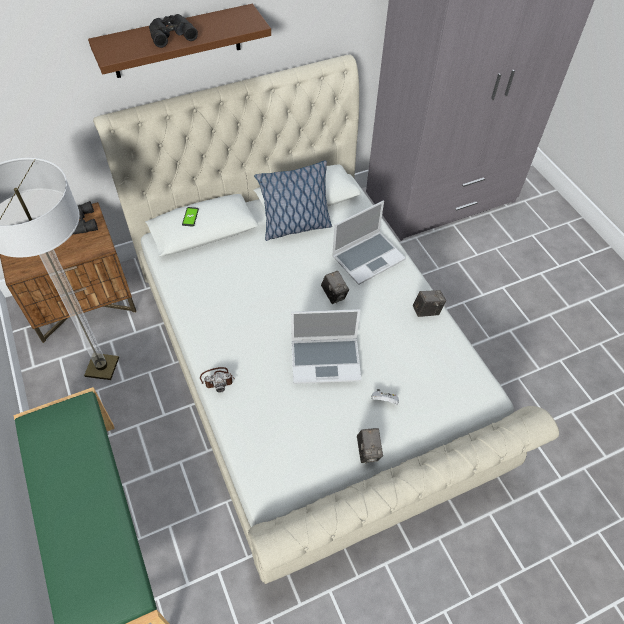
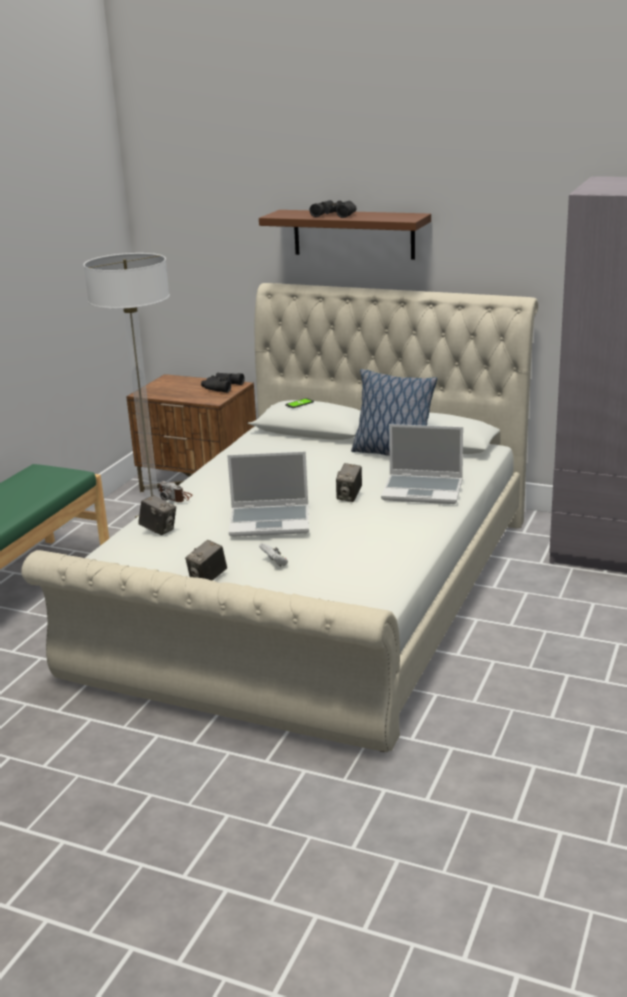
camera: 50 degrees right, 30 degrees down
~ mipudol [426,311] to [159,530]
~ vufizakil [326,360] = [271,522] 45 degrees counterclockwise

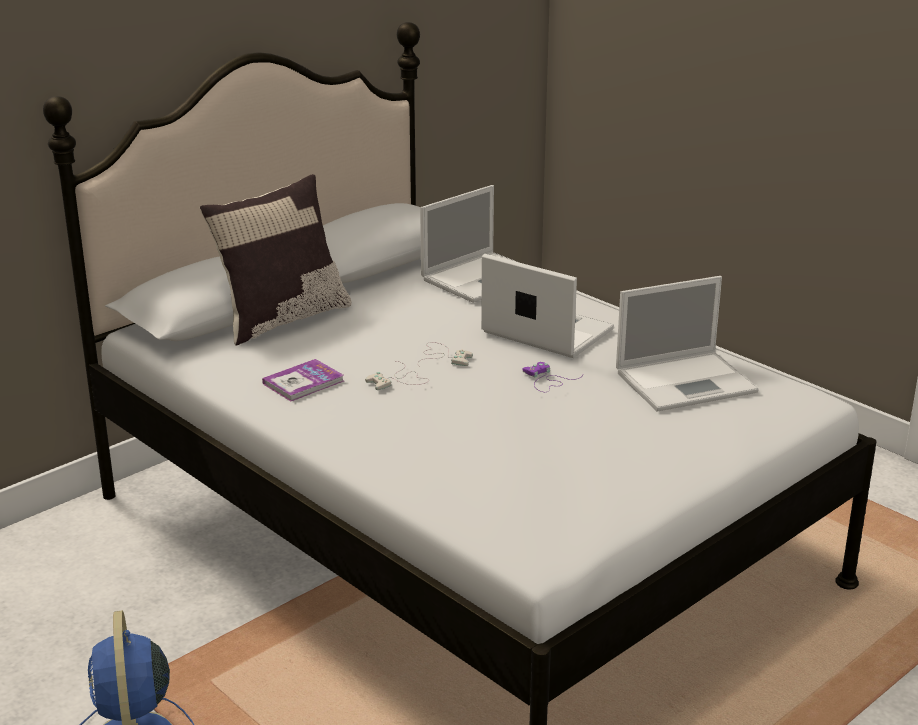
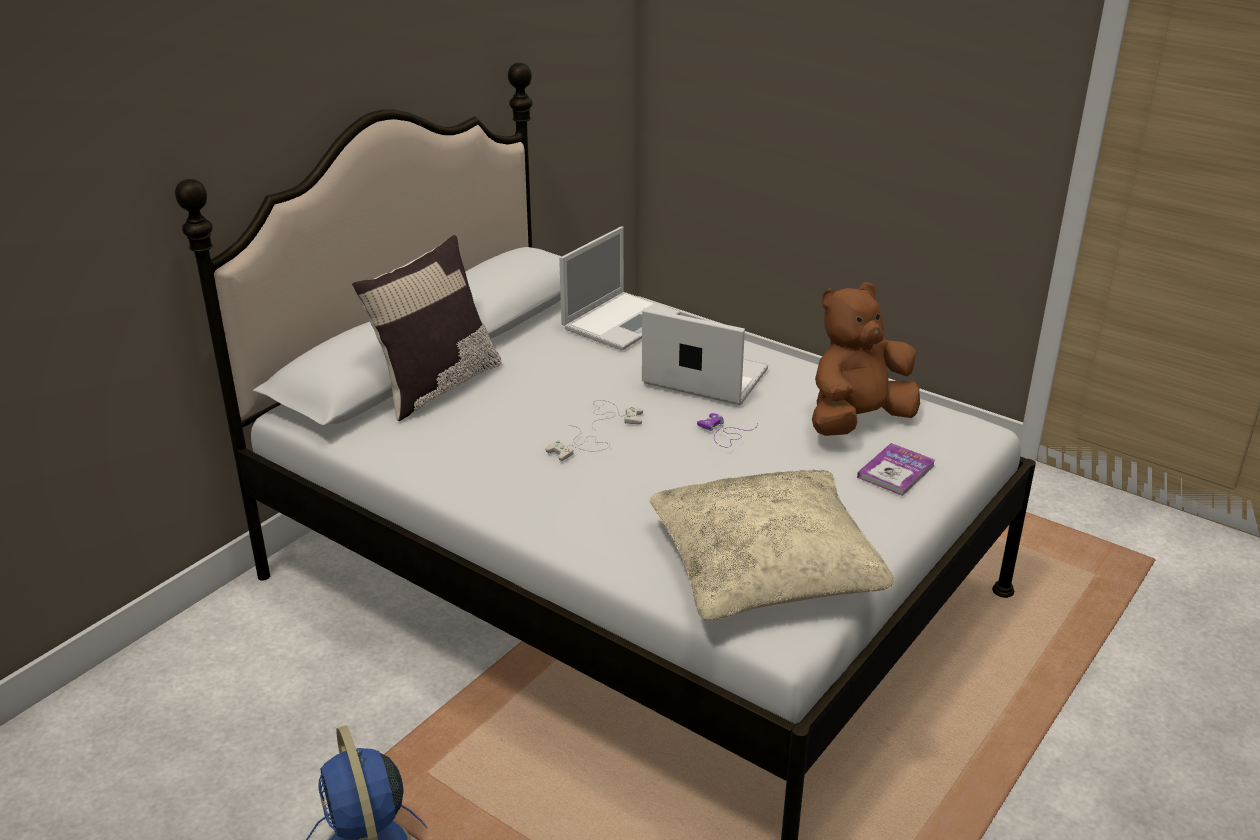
camera: 10 degrees left, 5 degrees up
~ vufizakil [687,381] to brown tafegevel [857,421]
~ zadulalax [303,382] to [896,471]
+ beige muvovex [768,565]

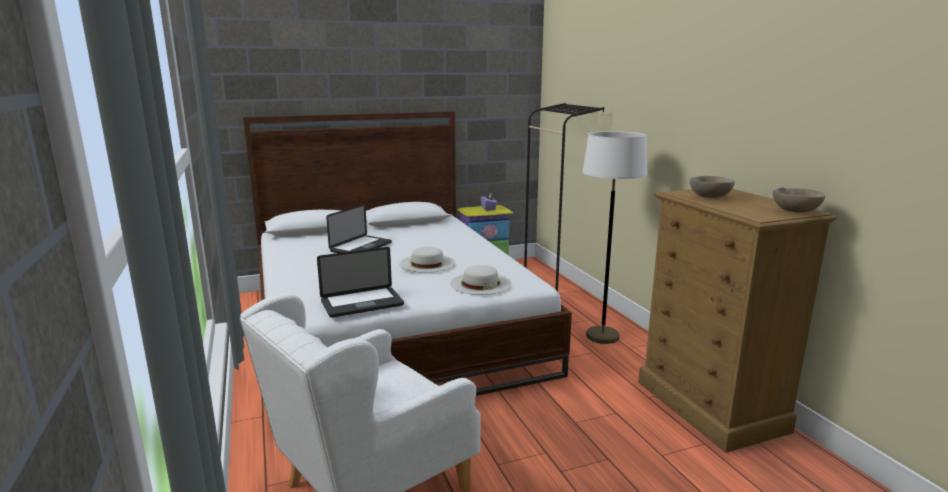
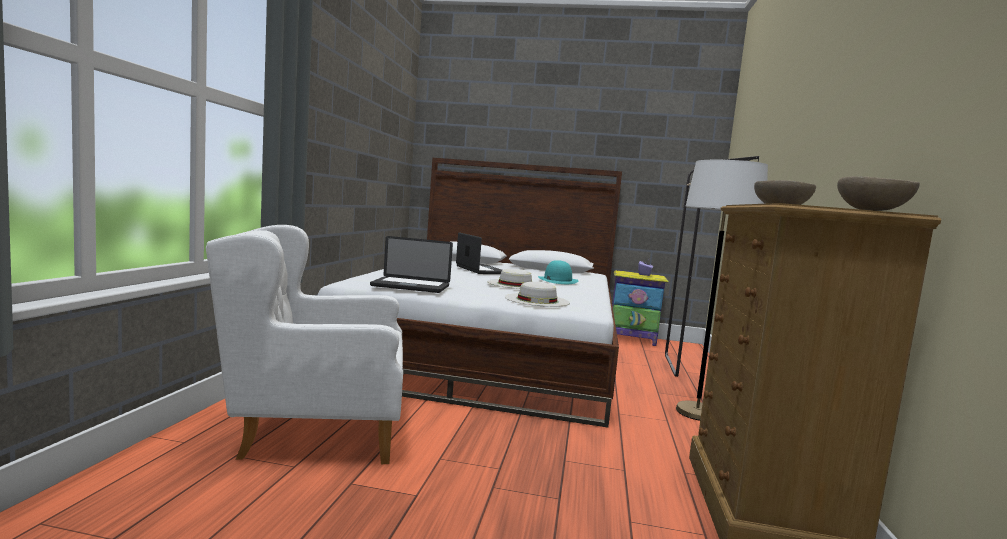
camera: 30 degrees right, 10 degrees down
~ vufizakil [361,247] = [480,270] 90 degrees counterclockwise
+ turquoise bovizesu [557,280]

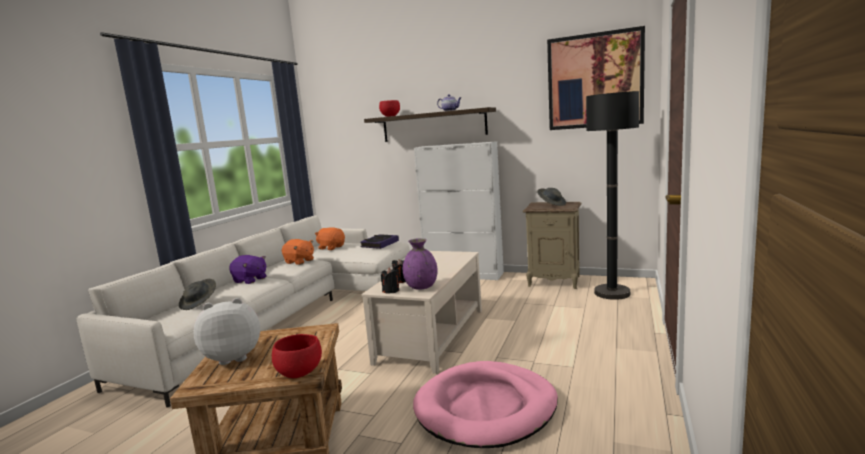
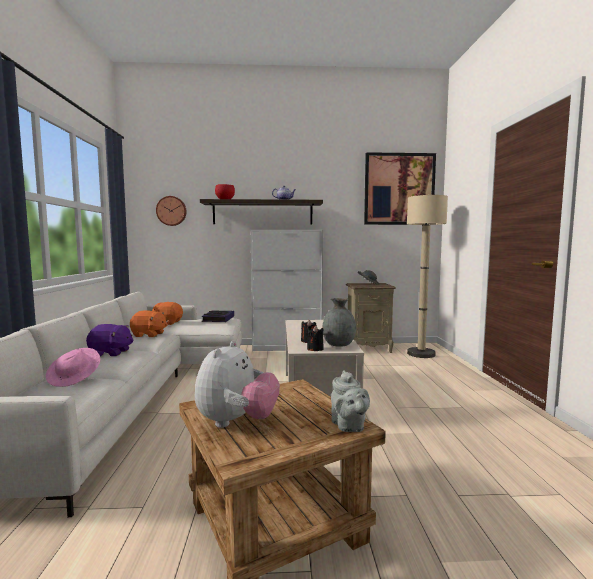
camera: 25 degrees left, 5 degrees down
~ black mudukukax [612,293] to beige mudukukax [421,354]
~ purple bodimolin [421,287] to grey bodimolin [339,345]
~ grey bovizesu [199,303] to pink bovizesu [75,378]
~ tafegevel [234,357] = [237,422] 150 degrees clockwise
~ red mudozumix [300,373] to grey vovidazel [349,426]
- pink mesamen [486,408]
+ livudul [171,211]

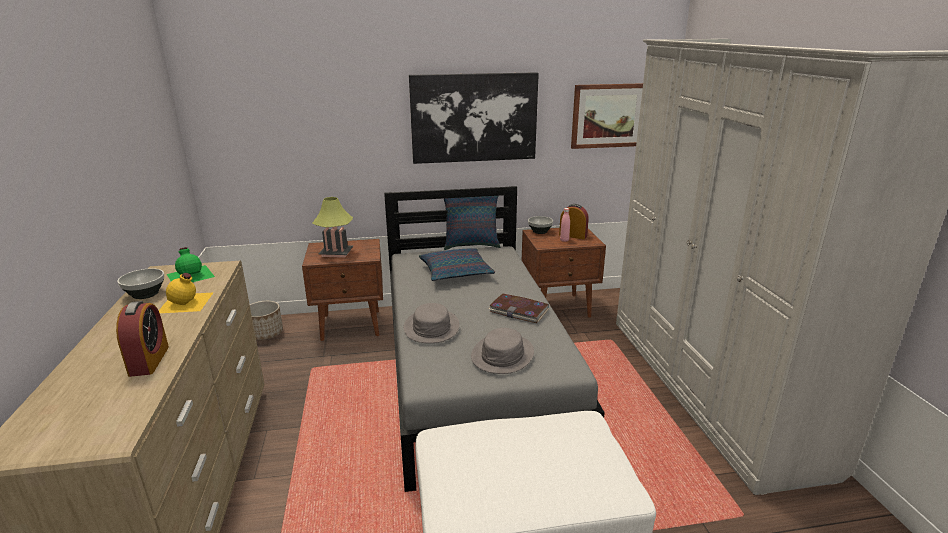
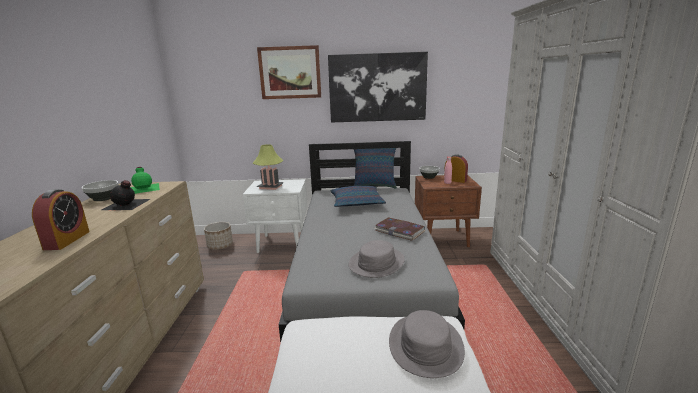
camera: 10 degrees right, 5 degrees down
~ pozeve [608,116] to [290,72]
~ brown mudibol [352,325] to white mudibol [282,243]
~ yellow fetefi [186,302] to black fetefi [126,204]
~ grey bovizesu [431,327] to [425,345]

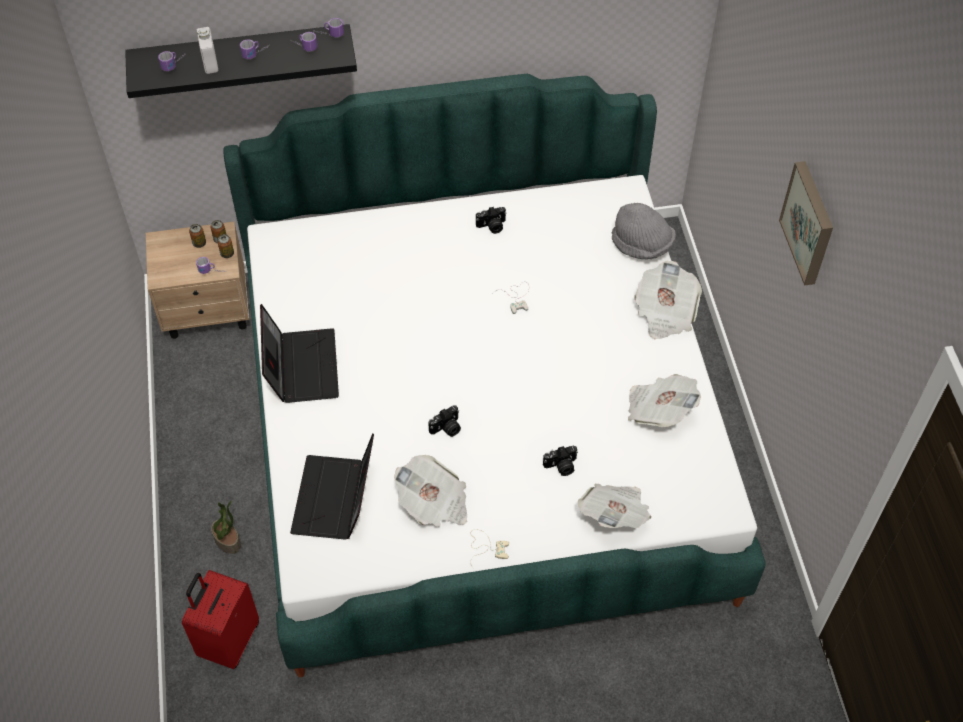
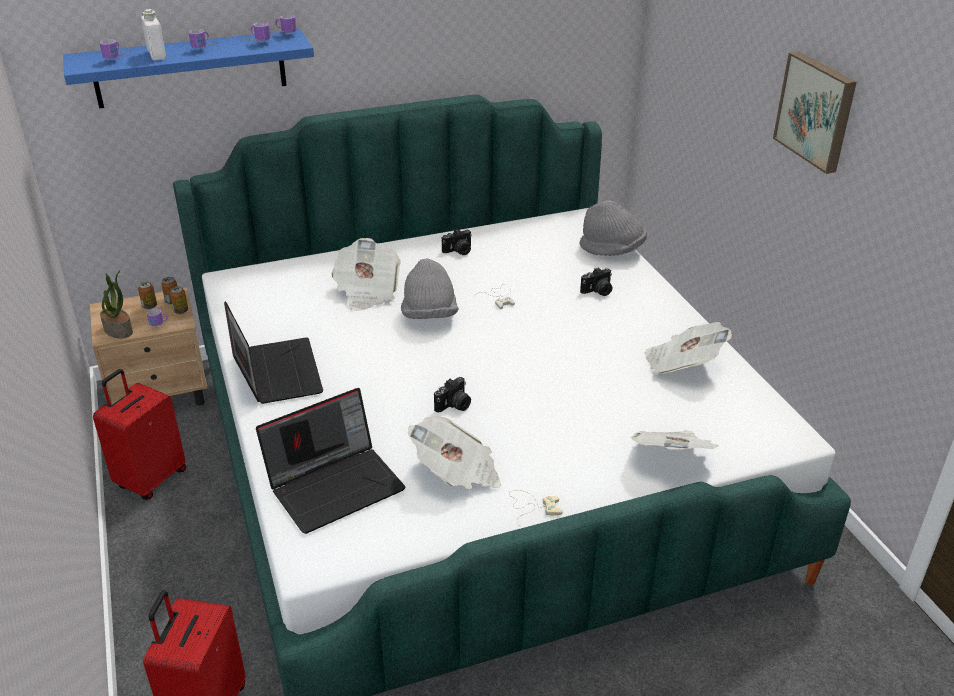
camera: 10 degrees left, 20 degrees down
~ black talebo [242,57] to blue talebo [190,69]
~ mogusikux [665,313] to [367,291]
~ vufizakil [336,500] = [336,484] 120 degrees counterclockwise
~ mipudol [561,466] to [598,291]
~ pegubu [228,540] to [119,330]
+ grey bovizesu [429,315]
+ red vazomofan [150,479]

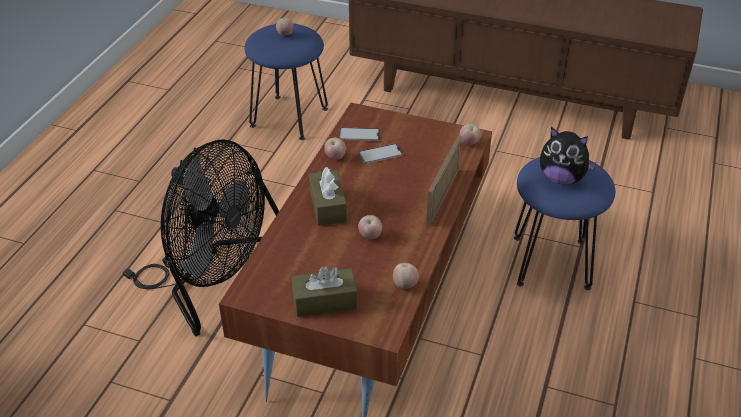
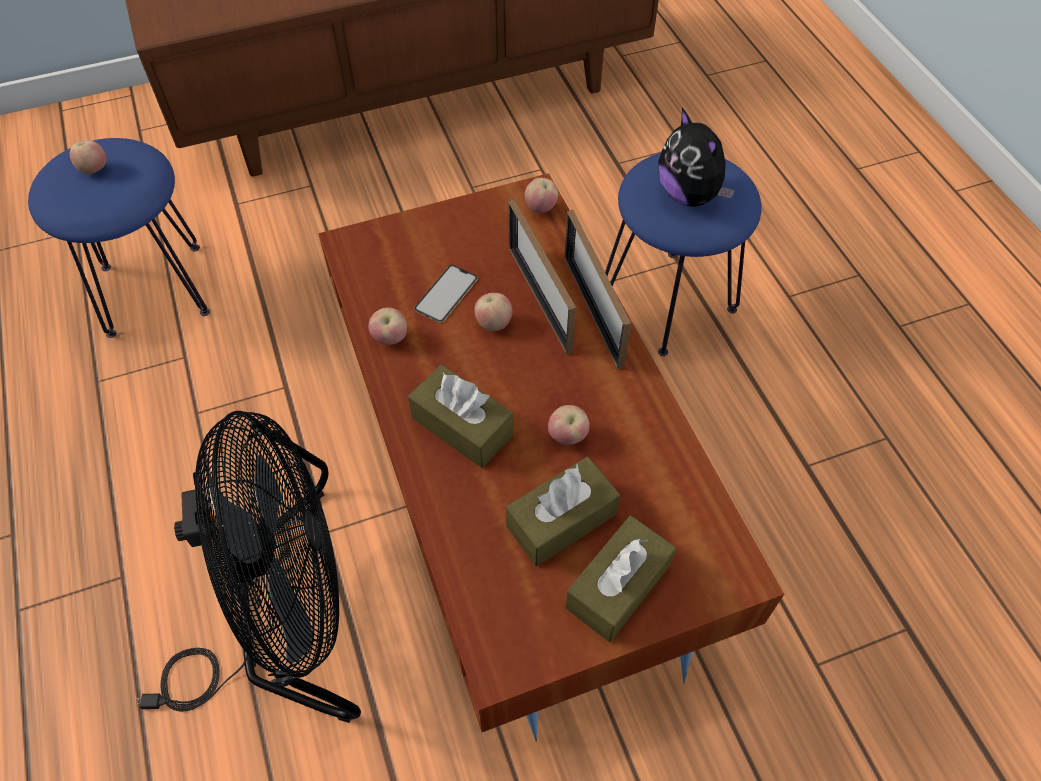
camera: 40 degrees left, 15 degrees up
- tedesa [359,134]
~ tafegevel [561,178] = [689,195] 75 degrees clockwise
~ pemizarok [405,285] to [494,324]
+ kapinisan [539,298]
+ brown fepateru [561,520]

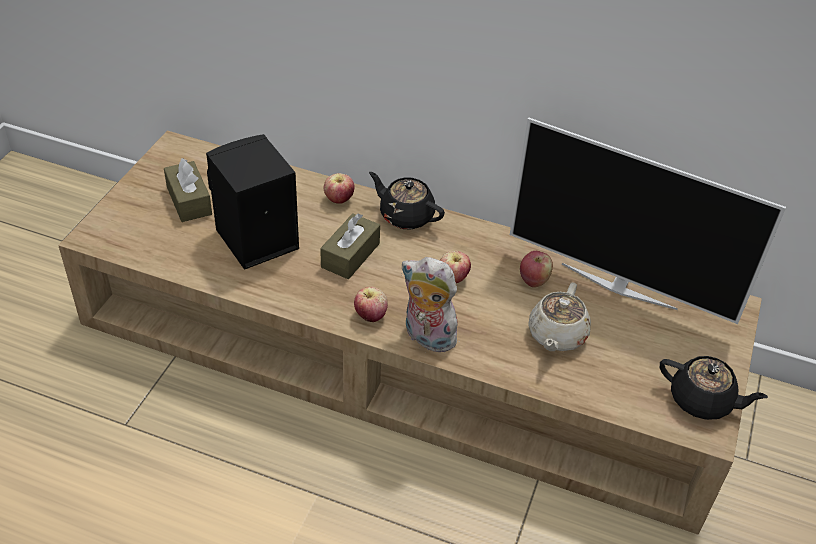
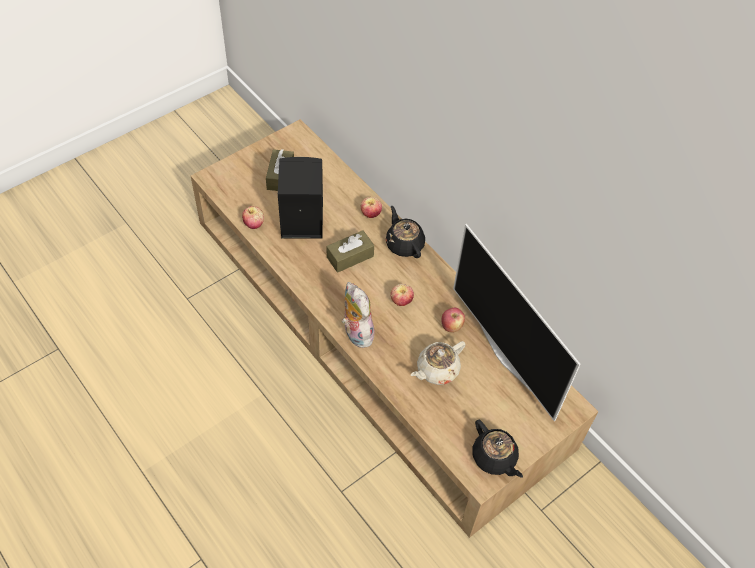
camera: 30 degrees right, 10 degrees up
~ pemizarok [370,316] to [254,224]

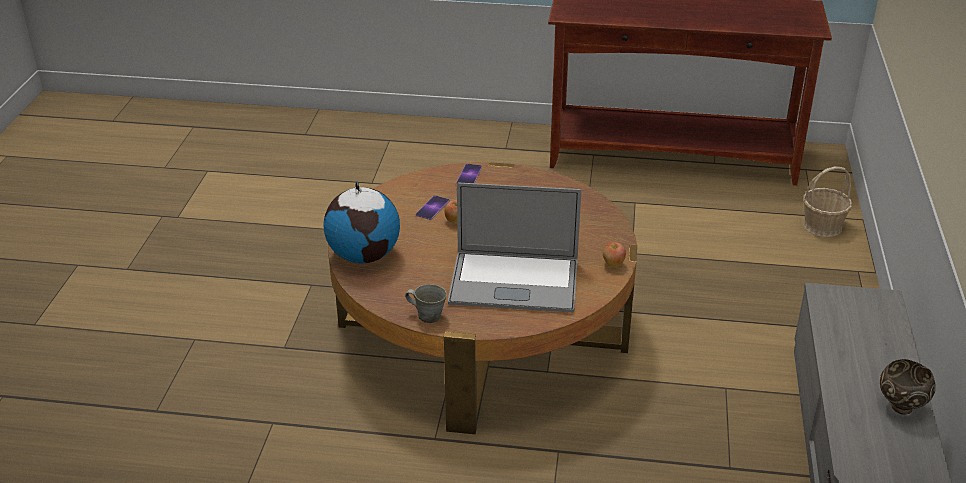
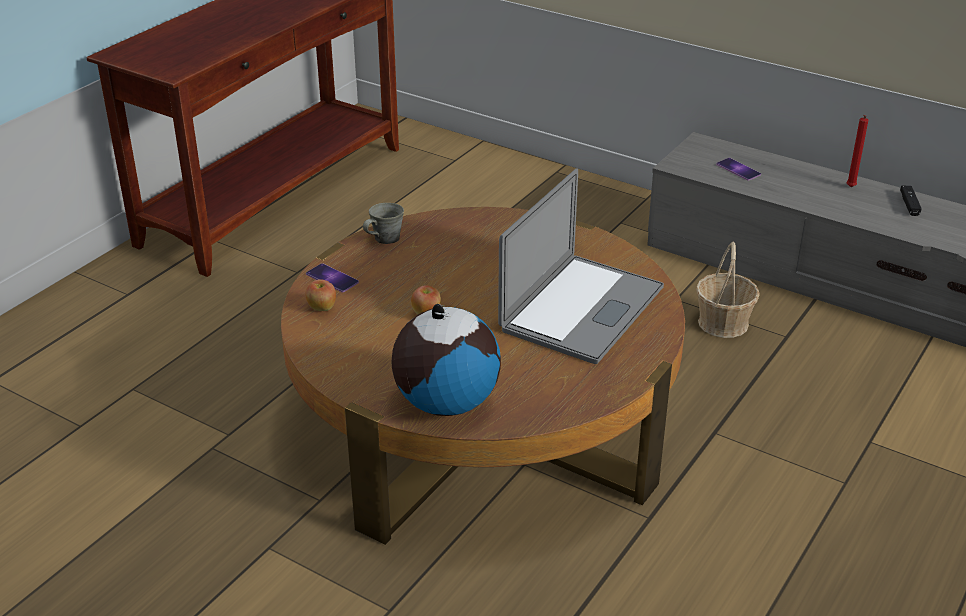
camera: 65 degrees left, 0 degrees up
~ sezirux [823,226] to [723,323]
~ tedesa [432,208] to [738,169]
~ pemizarok [613,264] to [322,308]
~ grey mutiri [428,316] to [385,239]
~ brown mudozumix [899,407] to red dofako [850,188]
+ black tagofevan [909,205]

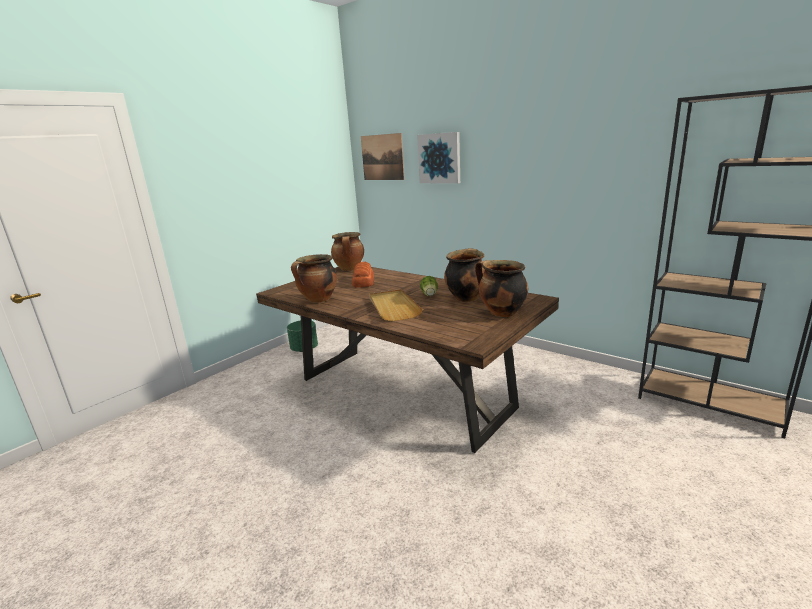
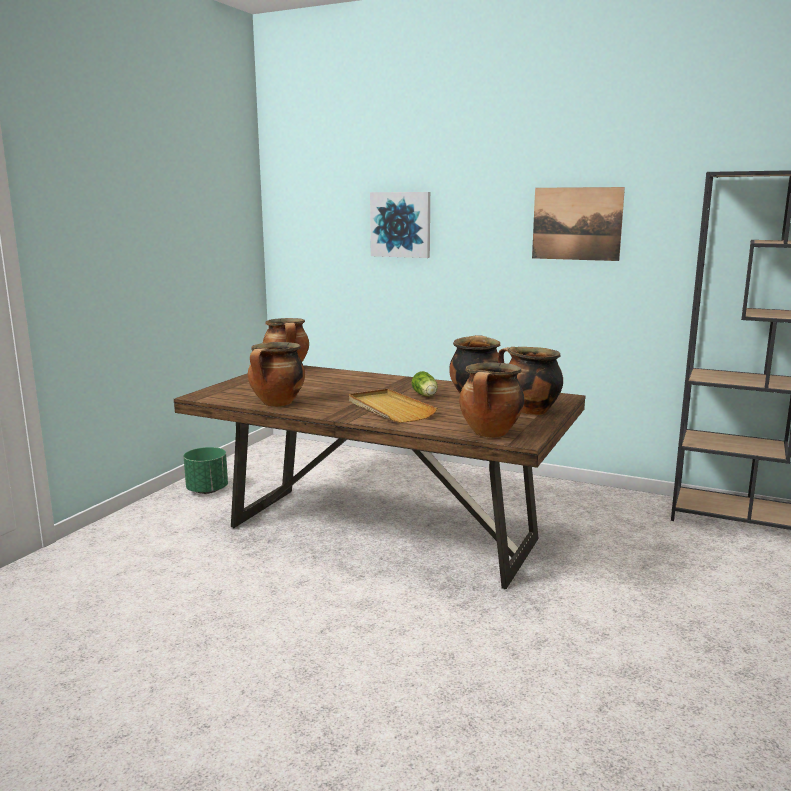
camera: 15 degrees left, 5 degrees down
~ pozeve [382,157] to [576,223]
- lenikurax [363,281]
+ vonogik [490,434]

